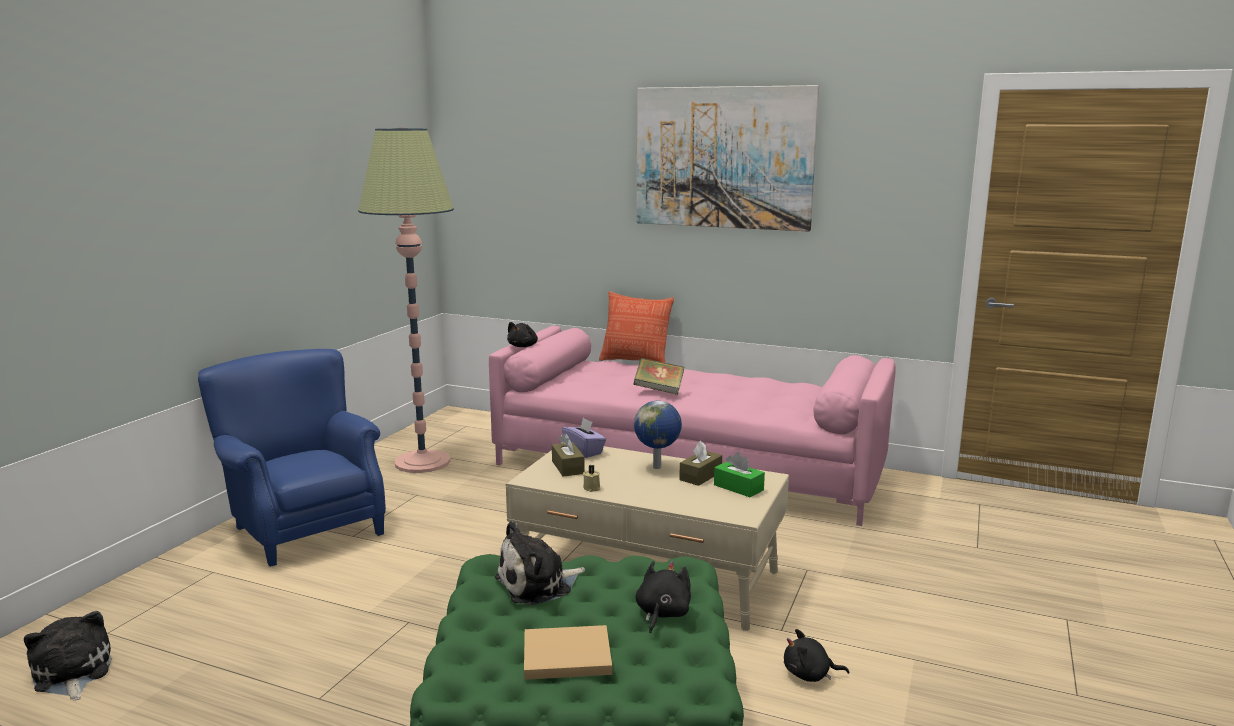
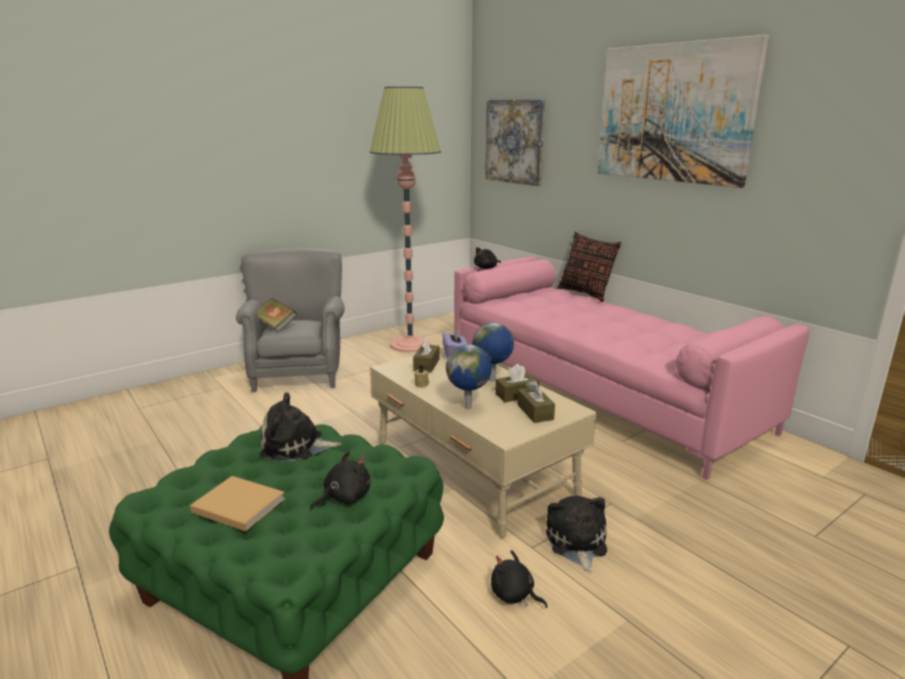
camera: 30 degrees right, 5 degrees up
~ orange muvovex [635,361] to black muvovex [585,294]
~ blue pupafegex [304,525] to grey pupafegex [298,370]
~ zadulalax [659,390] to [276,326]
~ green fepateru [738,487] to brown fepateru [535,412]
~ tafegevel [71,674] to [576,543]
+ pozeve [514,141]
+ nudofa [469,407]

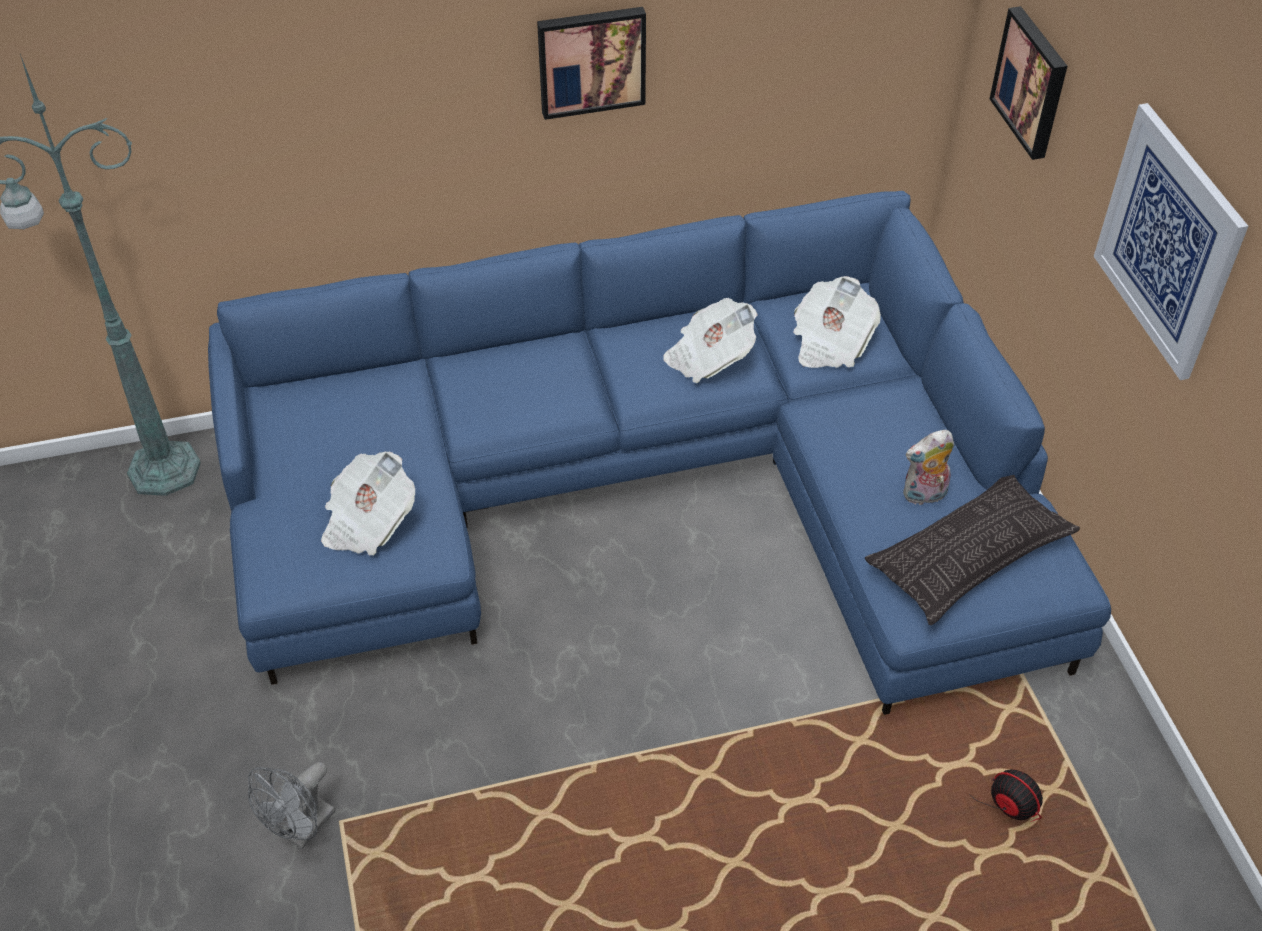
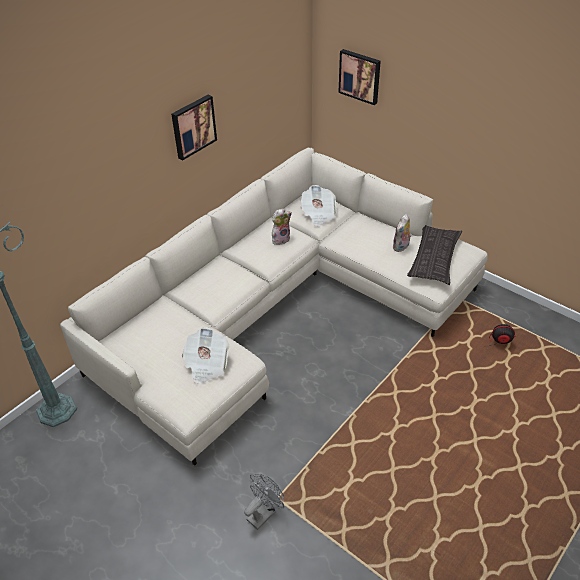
camera: 35 degrees left, 5 degrees down
- pozeve [1168,241]
~ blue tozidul [651,491] to beige tozidul [279,308]
~ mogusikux [709,357] to tafegevel [281,239]
~ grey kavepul [302,831] = [264,512] 135 degrees counterclockwise

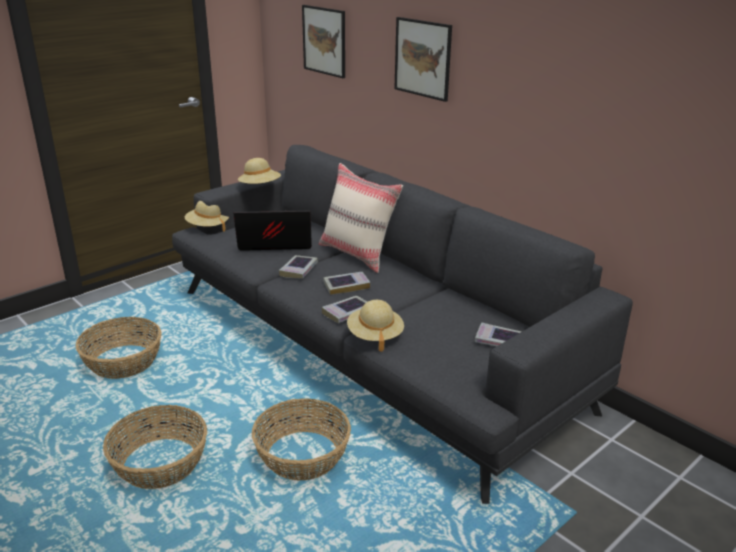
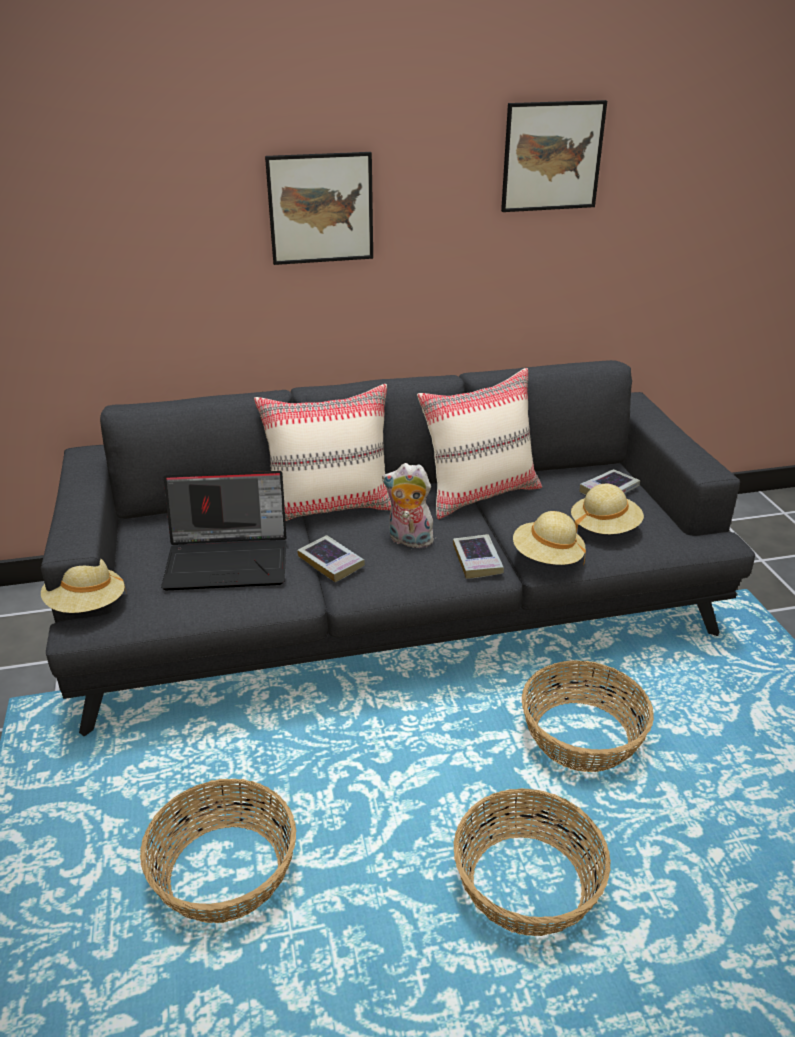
camera: 60 degrees left, 5 degrees up
~ pozeve [324,41] to [552,156]
~ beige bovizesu [260,187] to [604,528]
~ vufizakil [274,244] = [229,560] 120 degrees counterclockwise
~ zadulalax [346,286] to tafegevel [408,541]
+ beige muvovex [480,494]

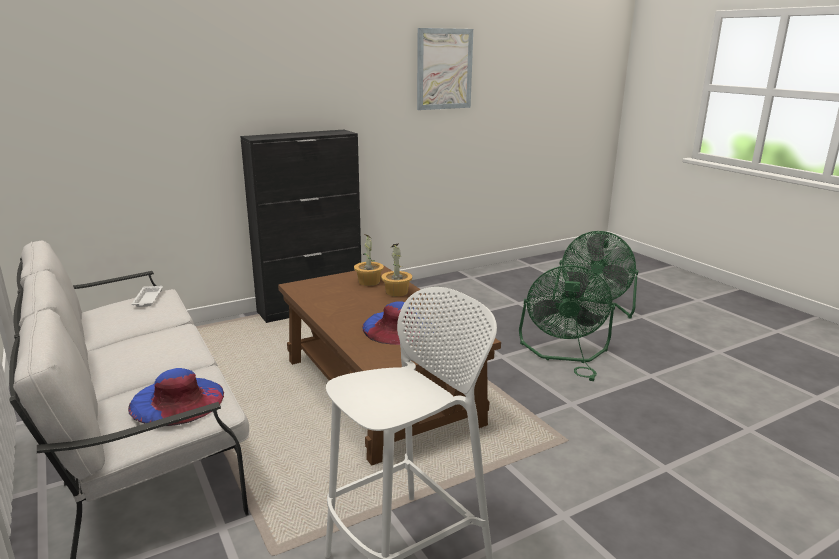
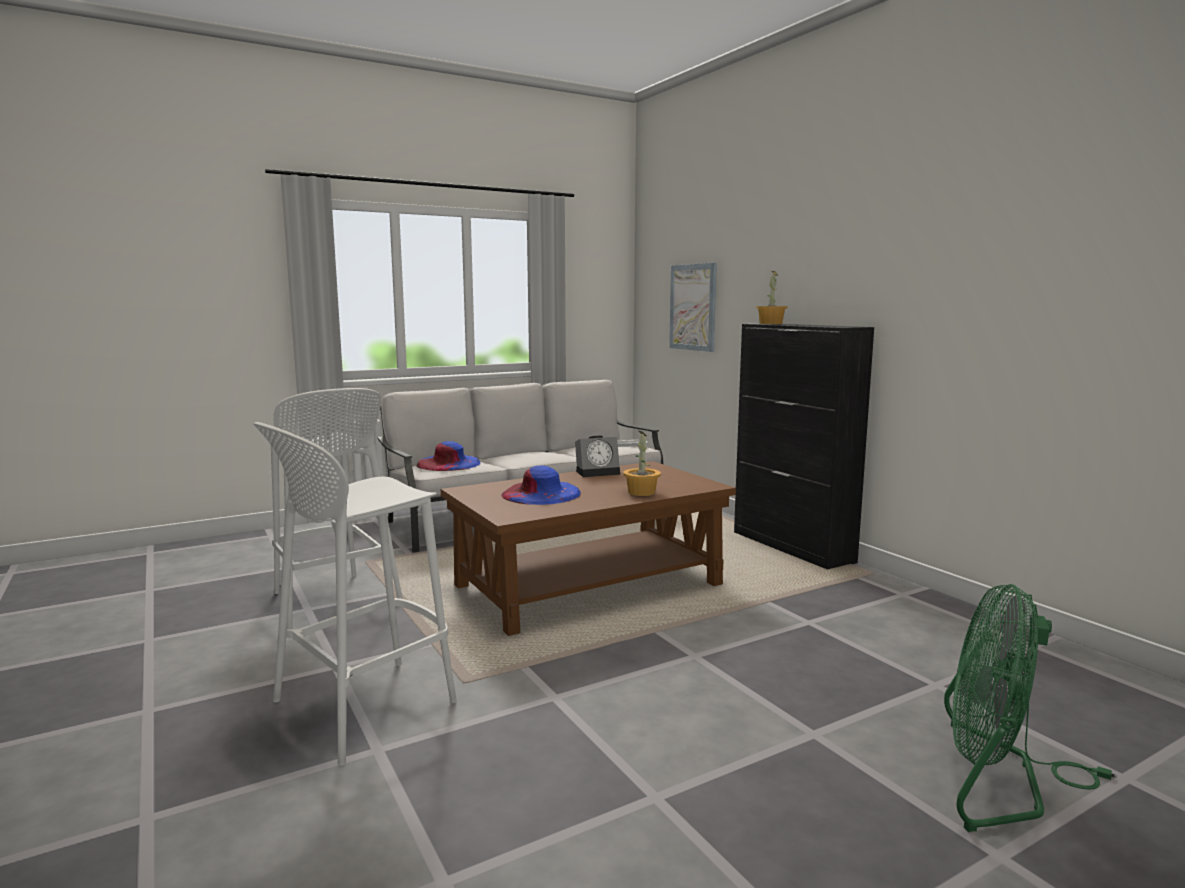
camera: 90 degrees right, 10 degrees down
~ pozeve [444,69] to [693,307]
~ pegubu [368,282] to [770,323]
- green kavepul [567,355]
+ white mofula [364,707]
+ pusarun [598,472]

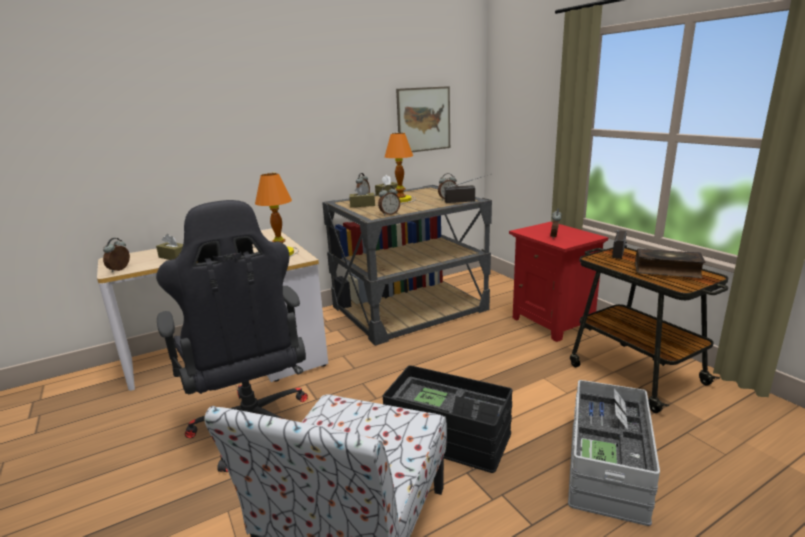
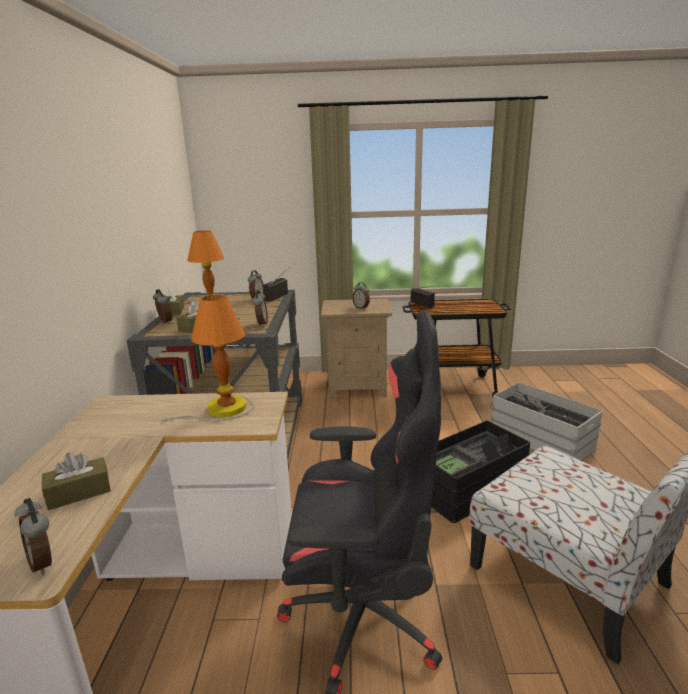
camera: 60 degrees left, 0 degrees up
- pozeve [424,119]
~ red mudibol [551,323] to beige mudibol [358,387]
- zadulalax [667,270]

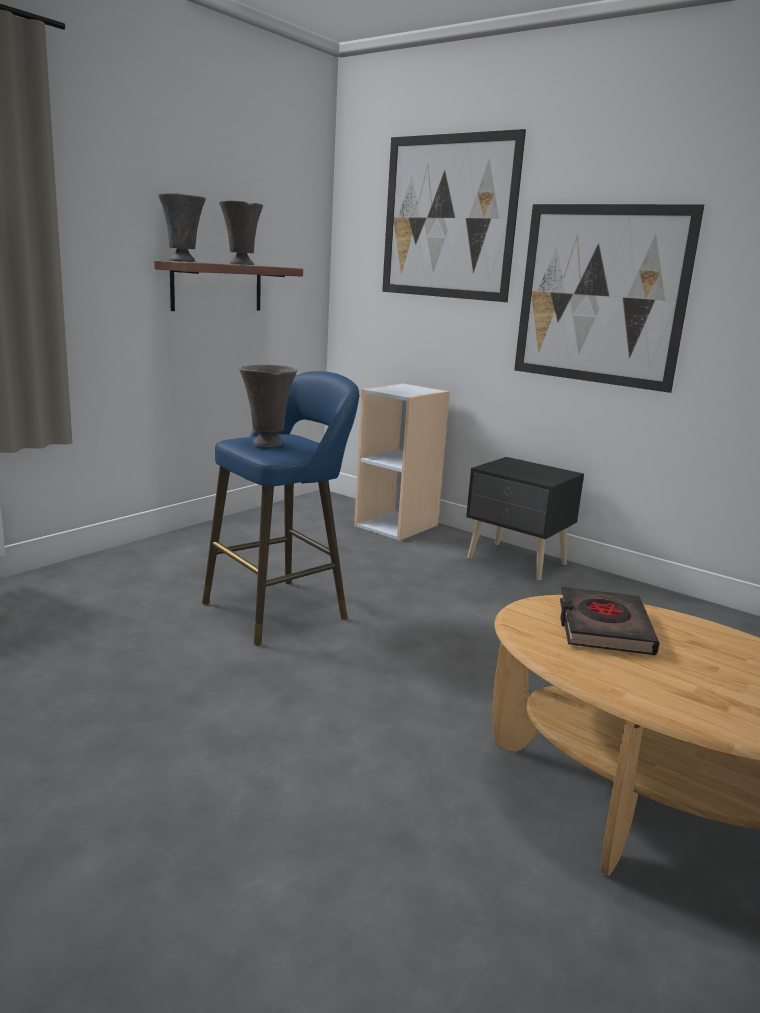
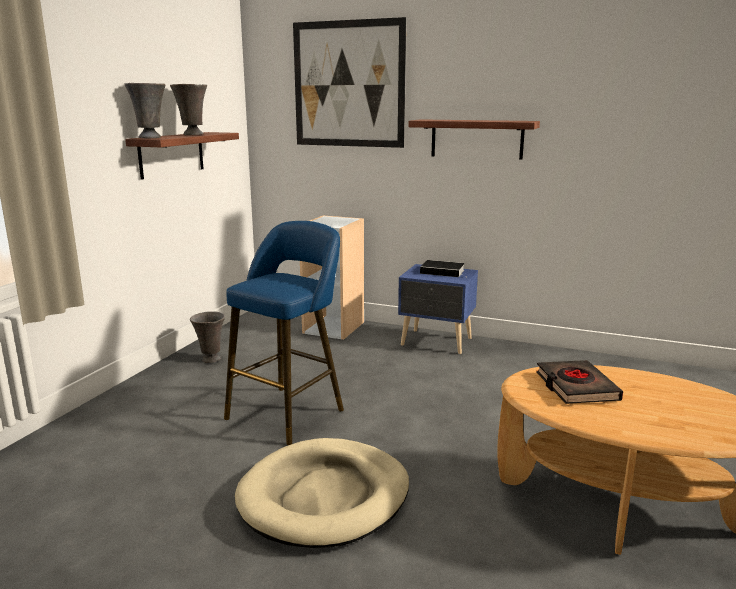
camera: 15 degrees left, 0 degrees up
~ pozeve [600,295] to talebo [476,139]
~ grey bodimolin [266,444] to [210,359]
~ black mudibol [517,562] to blue mudibol [437,342]
+ zadulalax [444,272]
+ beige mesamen [325,497]

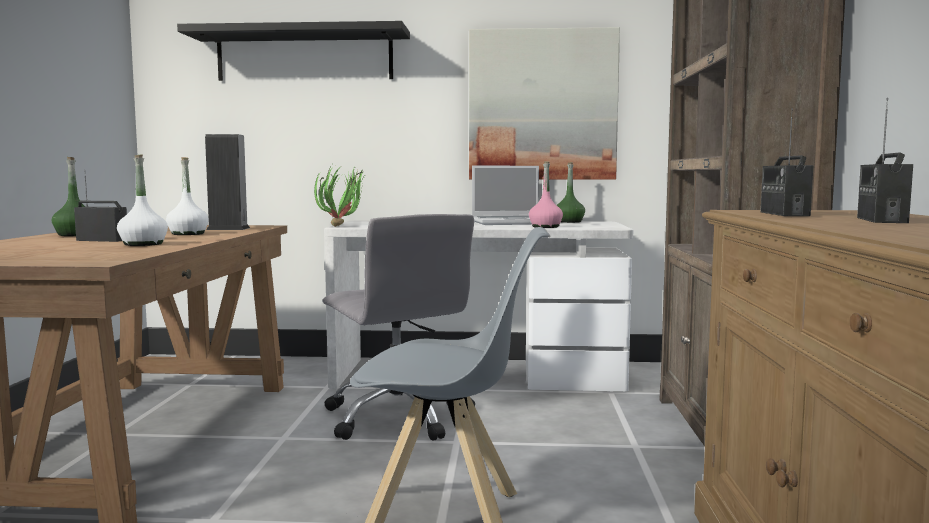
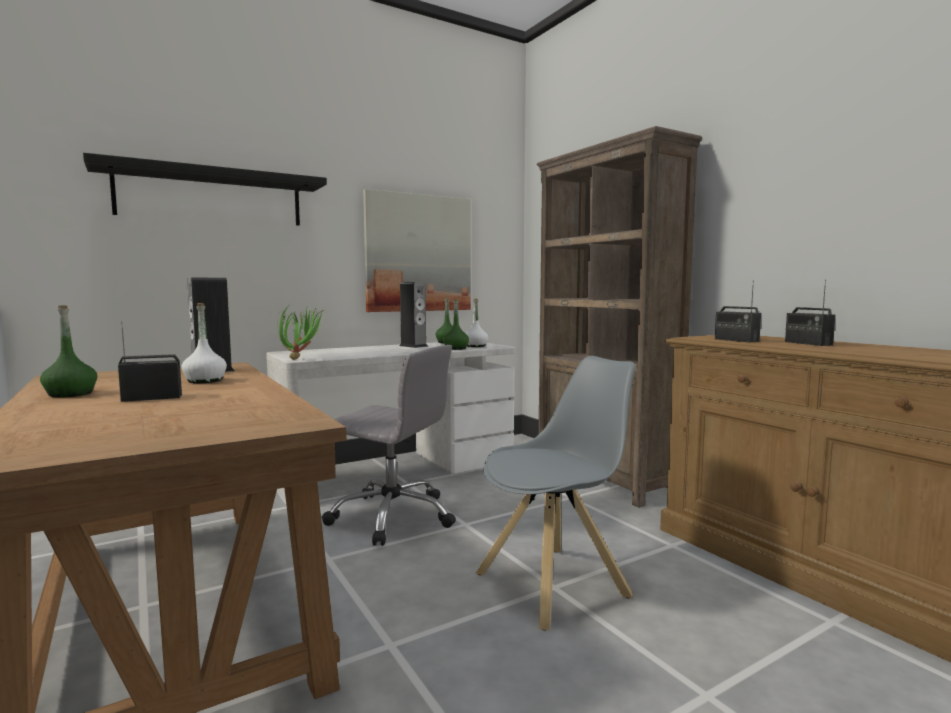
camera: 35 degrees left, 0 degrees up
~ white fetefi [143,244] to [475,346]
~ pink fetefi [545,227] to green fetefi [456,348]
~ vufizakil [512,222] to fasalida [413,346]

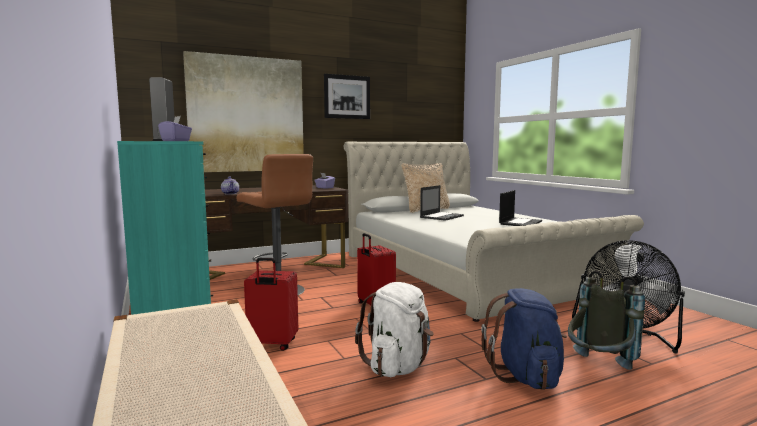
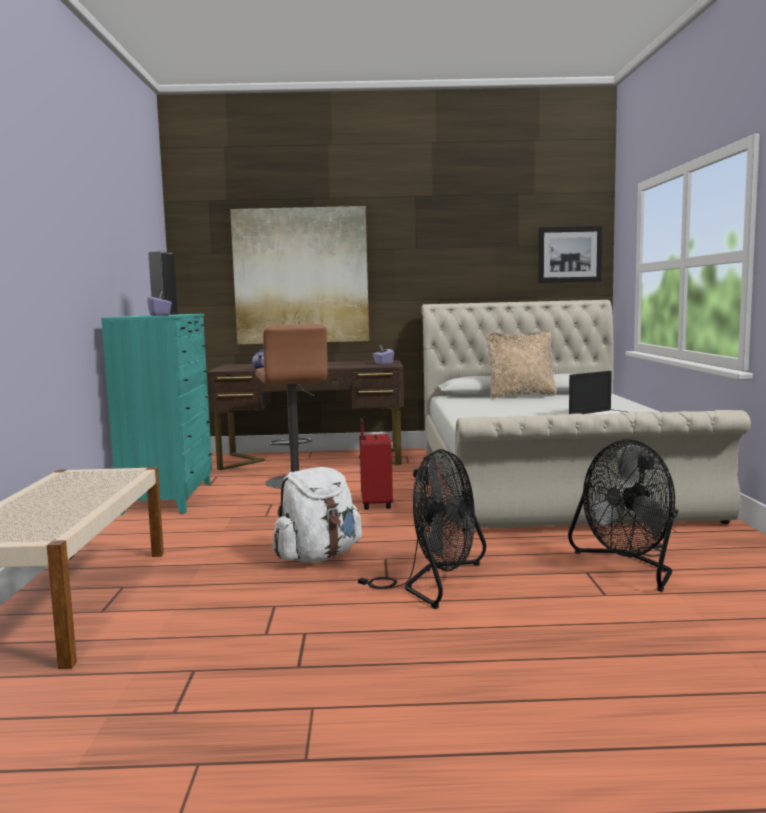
camera: 25 degrees right, 0 degrees up
~ pozeve [347,97] to [569,254]
- vufizakil [442,216]
- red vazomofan [272,345]
- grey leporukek [599,369]
~ blue leporukek [526,376] to black kavepul [432,582]

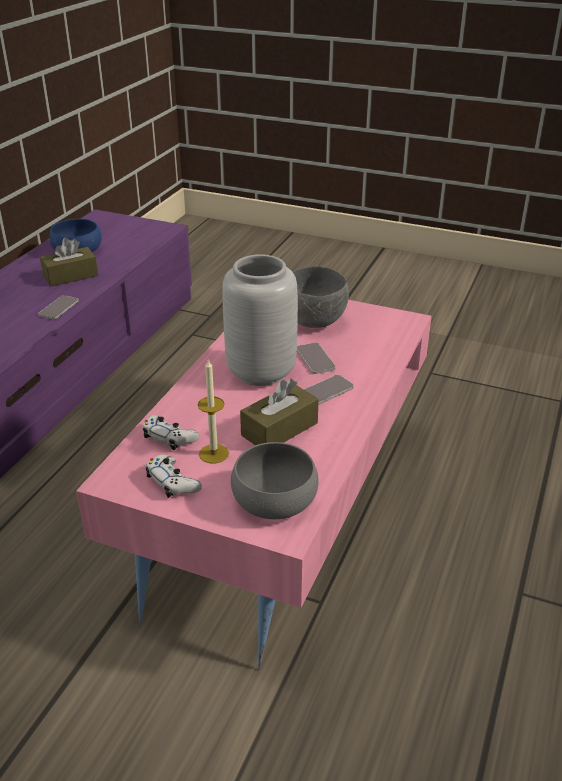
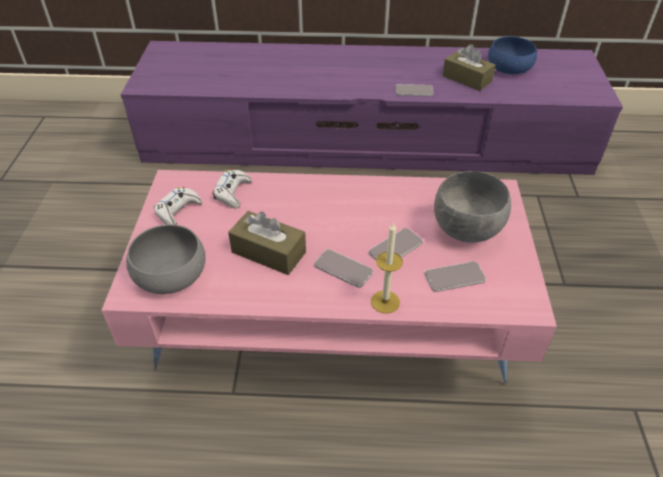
camera: 70 degrees right, 10 degrees up
- grey bodimolin [259,372]
~ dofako [214,453] to [385,302]
+ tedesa [454,277]

